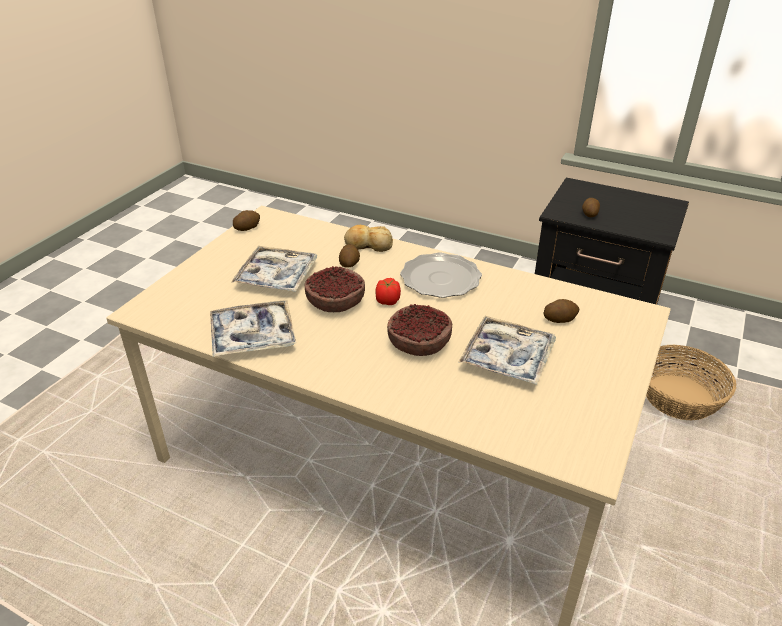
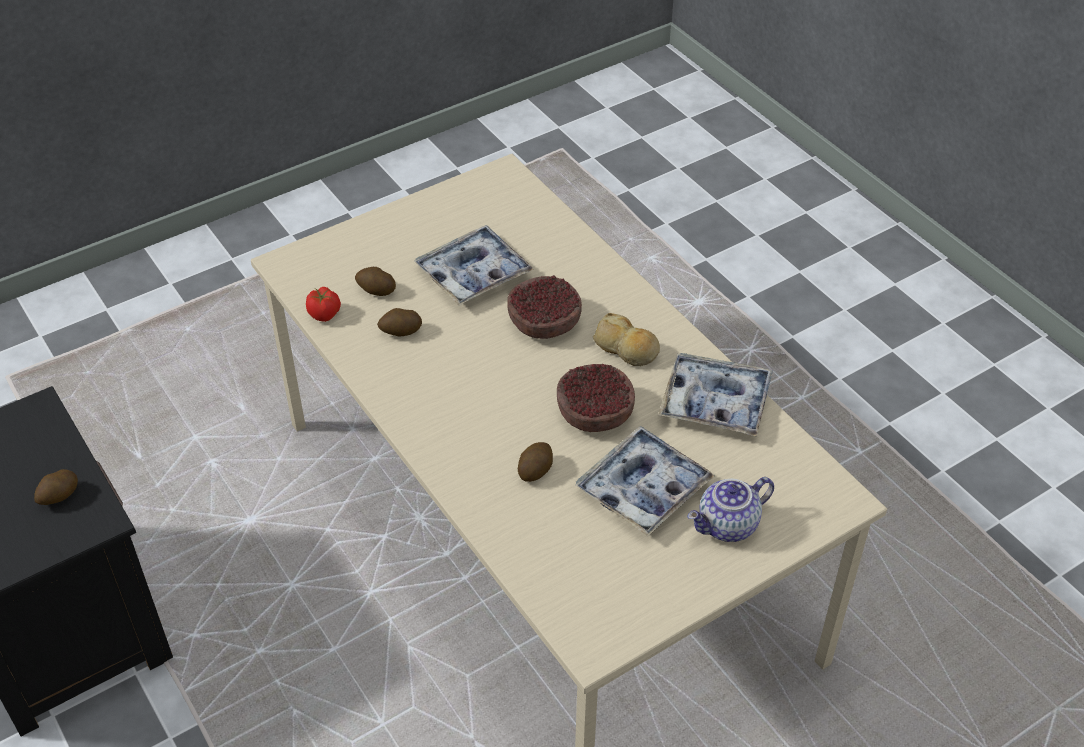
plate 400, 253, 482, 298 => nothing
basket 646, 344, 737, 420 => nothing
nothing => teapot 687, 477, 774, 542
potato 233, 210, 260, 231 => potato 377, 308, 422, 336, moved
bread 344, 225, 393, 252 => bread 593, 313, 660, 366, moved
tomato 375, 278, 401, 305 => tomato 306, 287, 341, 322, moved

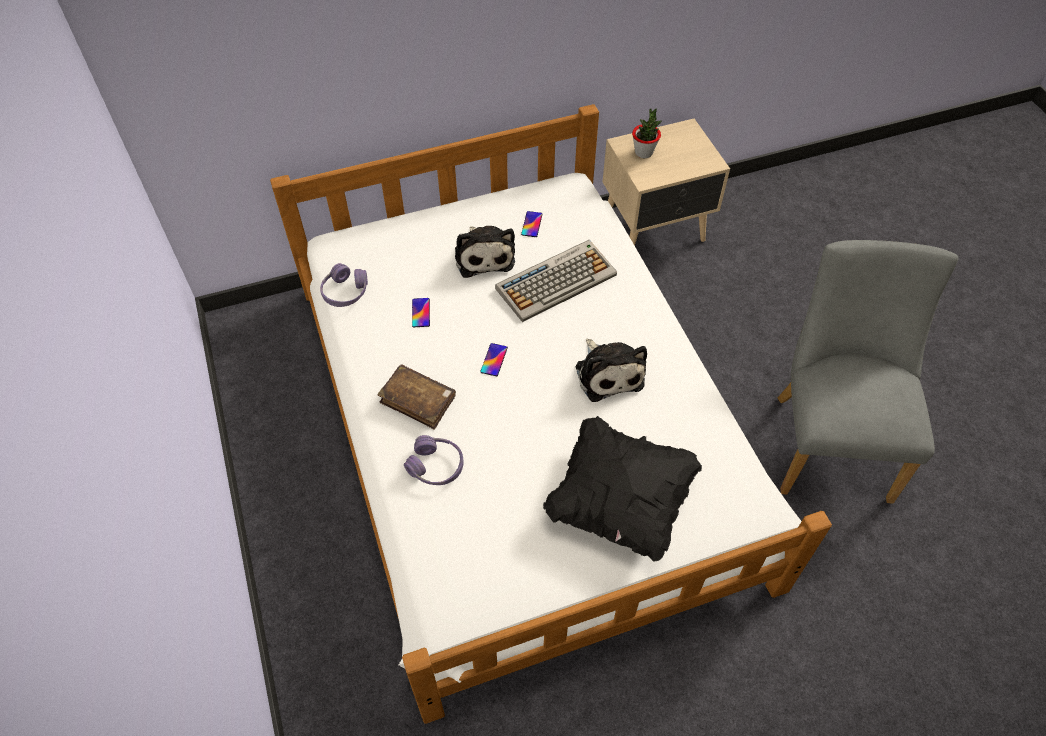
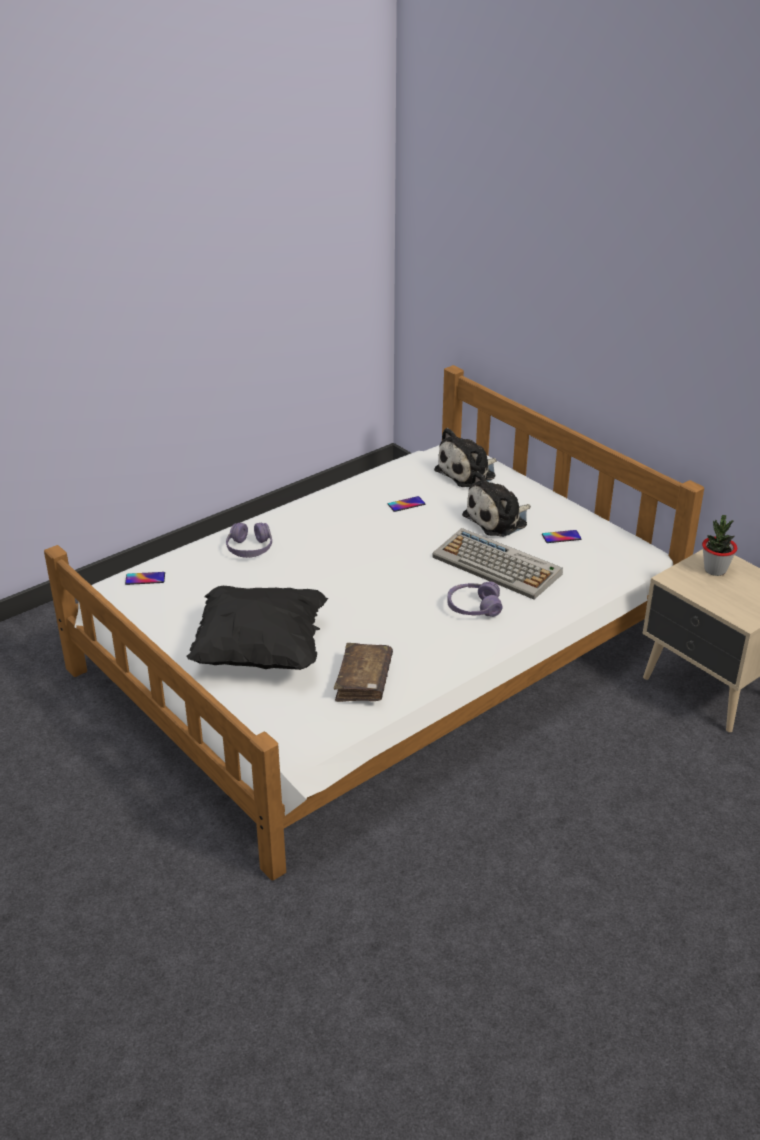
chair/grey 777, 240, 959, 504 => nothing
headphones/purple 320, 263, 368, 307 => headphones/purple 447, 582, 503, 617, moved
book/brown 378, 364, 456, 429 => book/brown 334, 643, 393, 702, moved
phone 480, 343, 508, 376 => phone 125, 572, 165, 585, moved
plush toy 575, 339, 647, 402 => plush toy 434, 428, 497, 487, moved

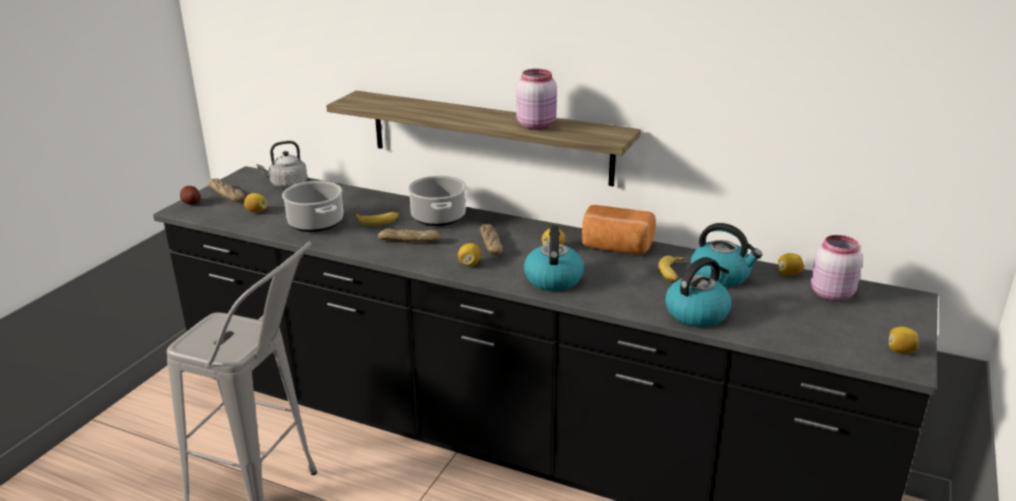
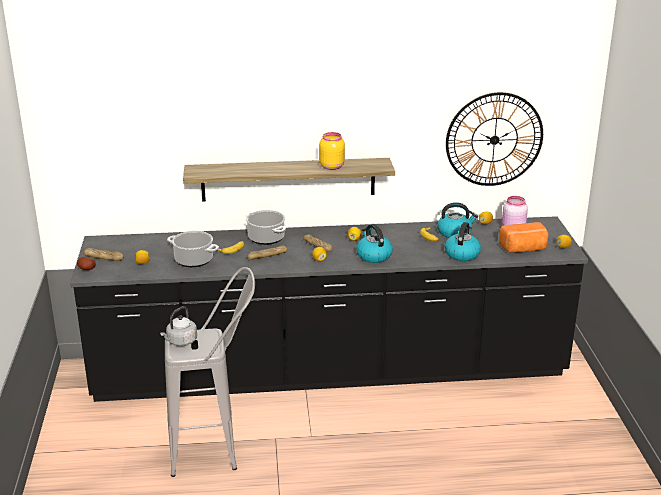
nothing => wall clock 446, 92, 543, 186
kettle/grey 256, 141, 307, 188 => kettle/grey 160, 306, 197, 346, moved
bread 582, 205, 656, 254 => bread 499, 222, 548, 253, moved
jar/pink 516, 69, 557, 130 => jar/yellow 319, 132, 345, 170

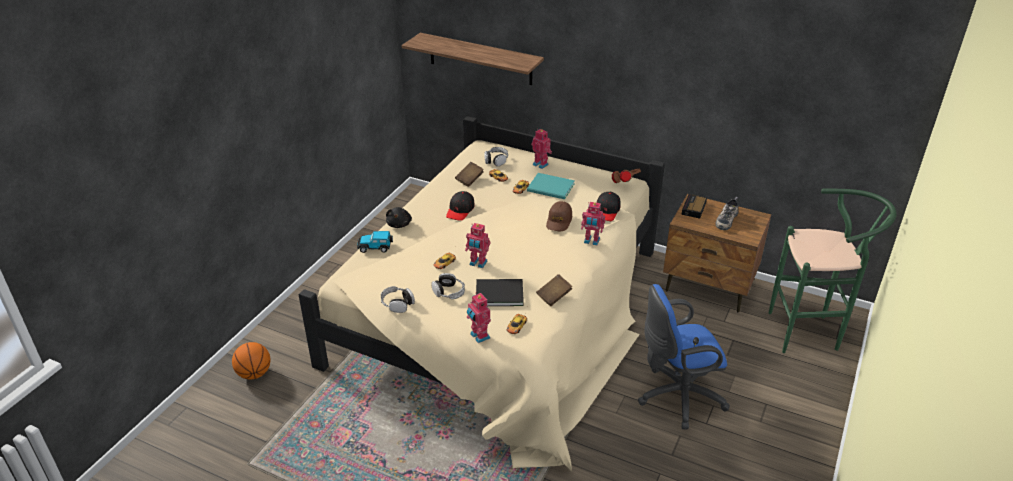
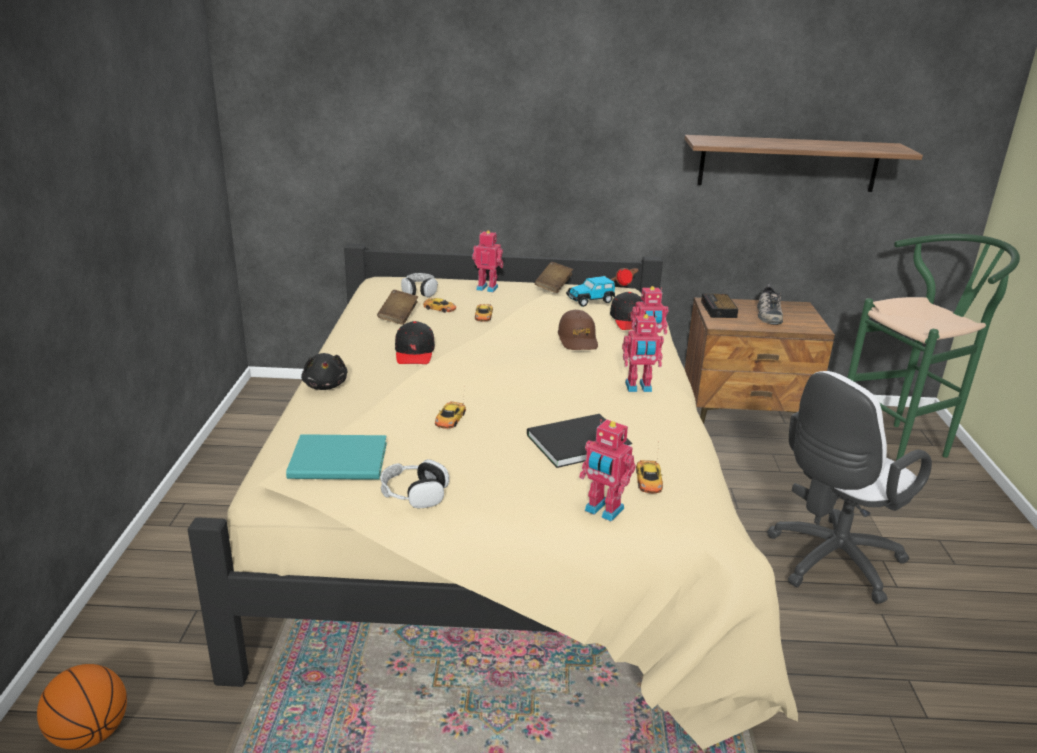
headphones 431, 273, 465, 299 => nothing
toy car 357, 231, 393, 253 => toy car 566, 276, 615, 307, moved
shelf 401, 33, 544, 85 => shelf 685, 135, 923, 192, moved
toy robot 465, 223, 490, 268 => toy robot 622, 314, 664, 392, moved
book/turquoise 527, 173, 575, 199 => book/turquoise 286, 434, 387, 480, moved
book/brown 536, 274, 572, 306 => book/brown 535, 262, 573, 293, moved
office chair/blue 638, 284, 730, 430 => office chair/white 767, 371, 932, 604

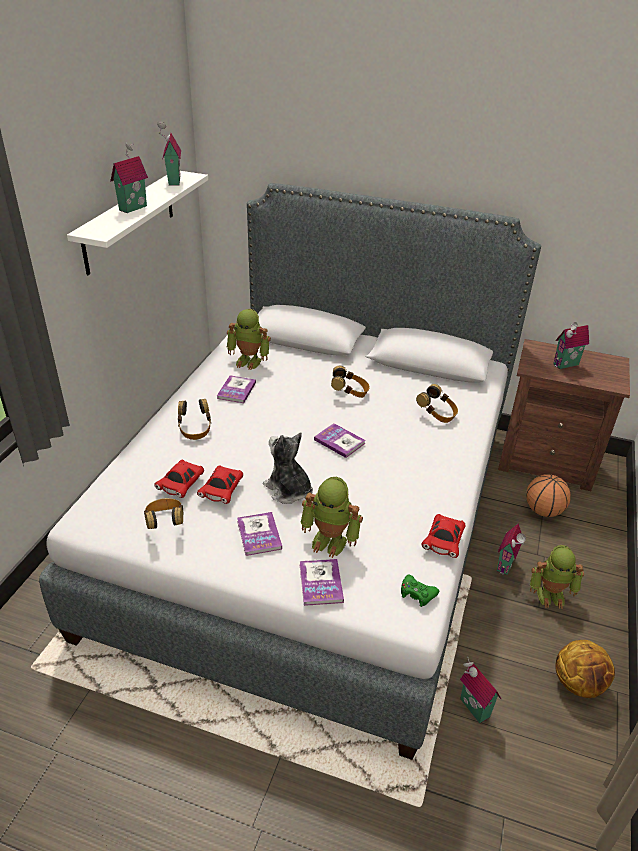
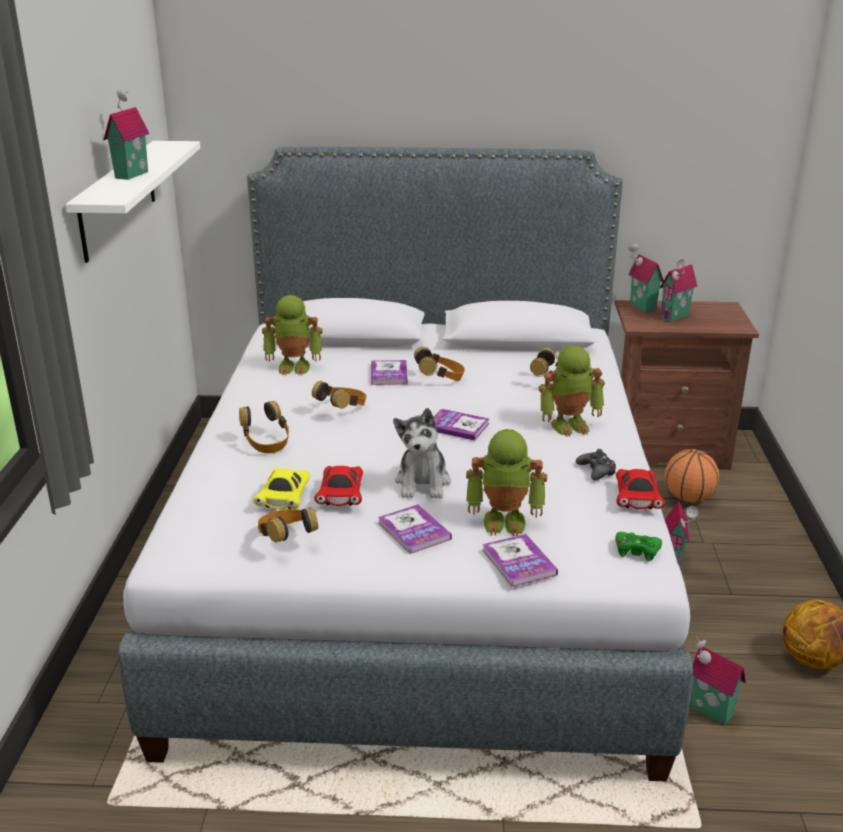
nothing => headphones 312, 381, 366, 409
nothing => game controller/black 576, 449, 616, 481
toy house 157, 121, 181, 186 => toy house 628, 244, 664, 312, moved
book 217, 375, 256, 403 => book 371, 360, 407, 385, moved
toy robot 530, 545, 584, 609 => toy robot 539, 346, 605, 437, moved
toy car/red 154, 460, 204, 498 => toy car/yellow 253, 468, 310, 509
plush toy 263, 432, 313, 504 => plush toy 393, 408, 451, 499, 120 degrees counterclockwise

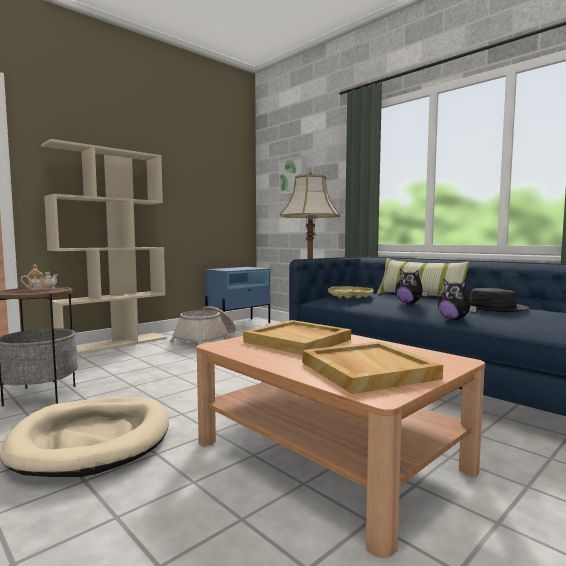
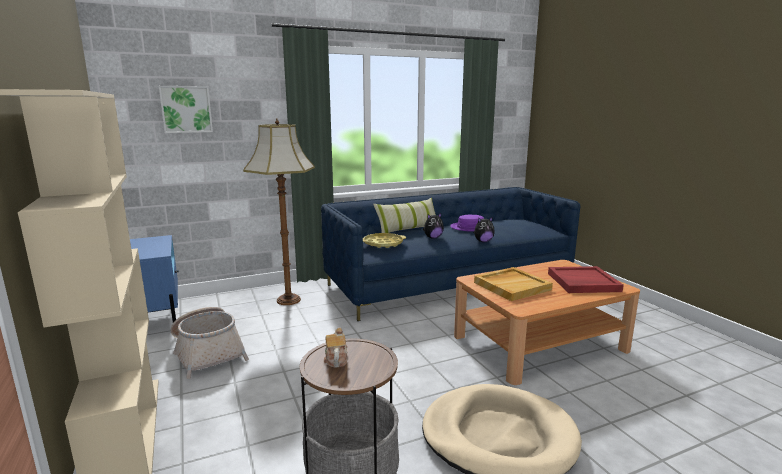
tray/beige 302, 341, 443, 394 => tray/red 548, 266, 624, 293
hat/black 470, 288, 529, 312 => hat/purple 450, 215, 484, 232

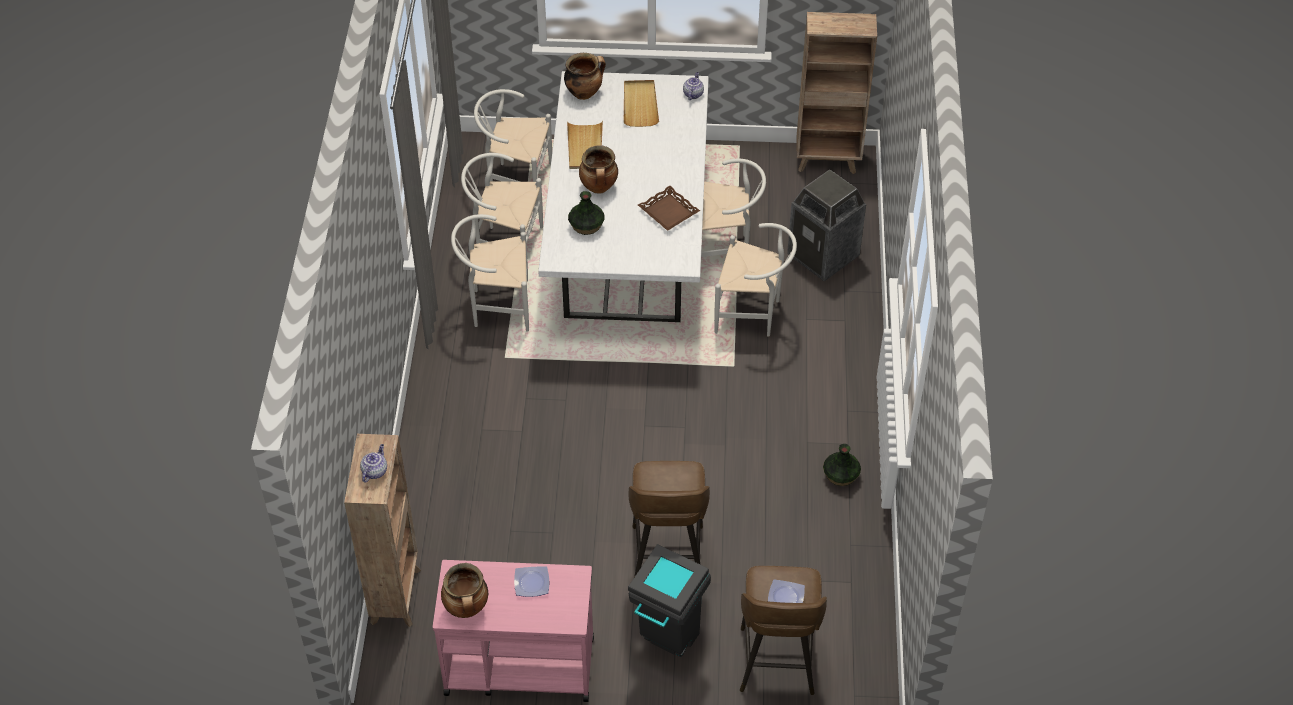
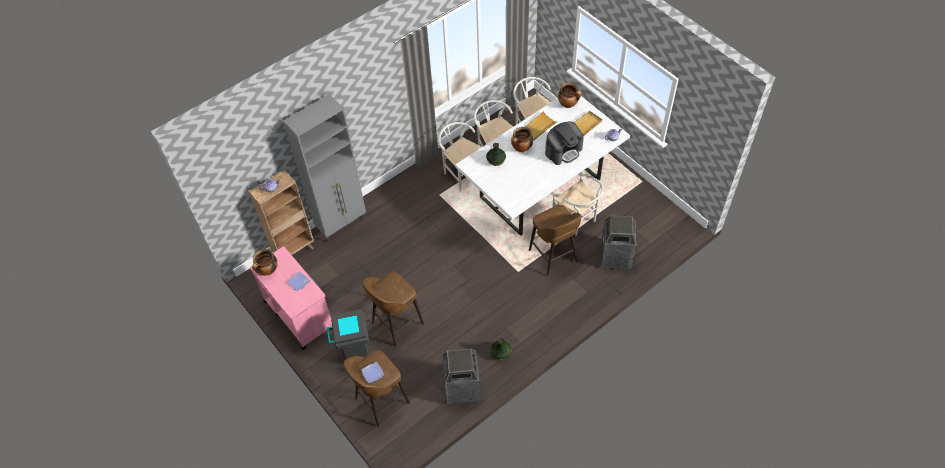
tray/brown 638, 186, 700, 231 => nothing
bookcase/brown 797, 12, 877, 174 => nothing
nothing => cabinet/grey 283, 94, 366, 242
nothing => trash can 443, 349, 480, 404
nothing => coffee machine 545, 121, 584, 165
chair/white 714, 223, 797, 337 => stool/brown 529, 205, 581, 276

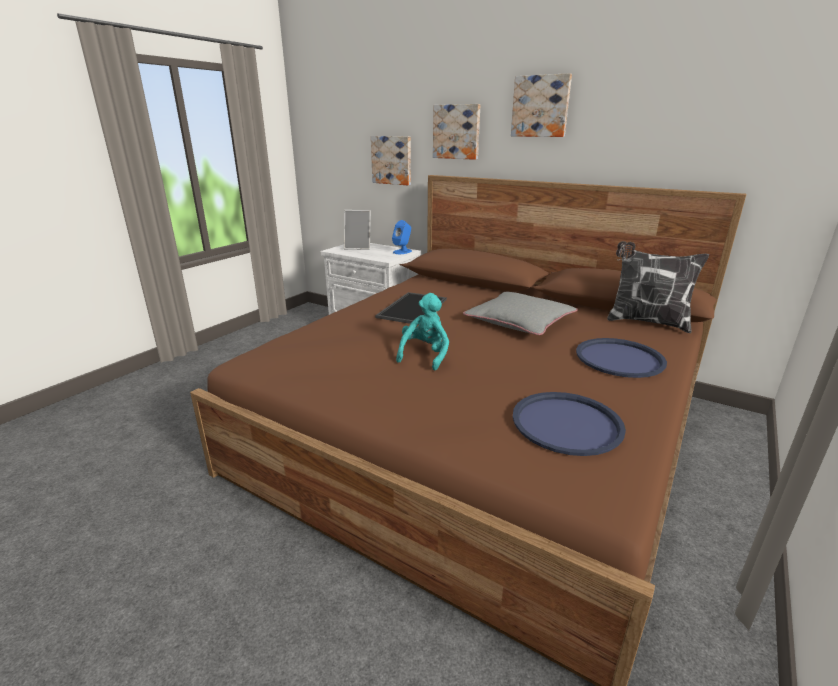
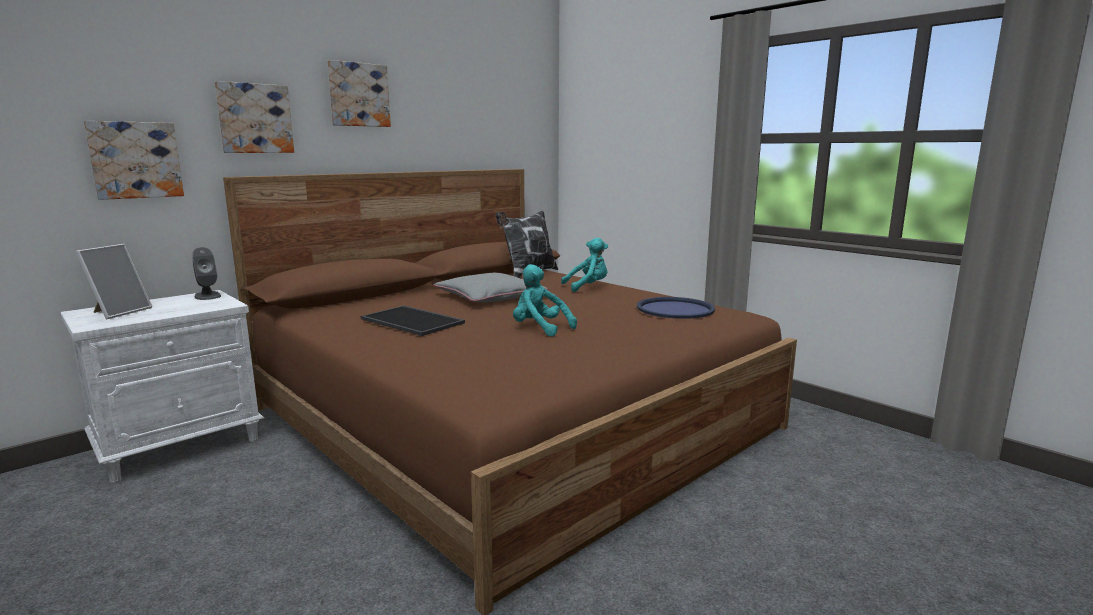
tray/blue 576, 338, 667, 378 => plush toy/turquoise 561, 238, 608, 292
speaker/blue 392, 220, 412, 254 => speaker/grey 192, 247, 221, 300

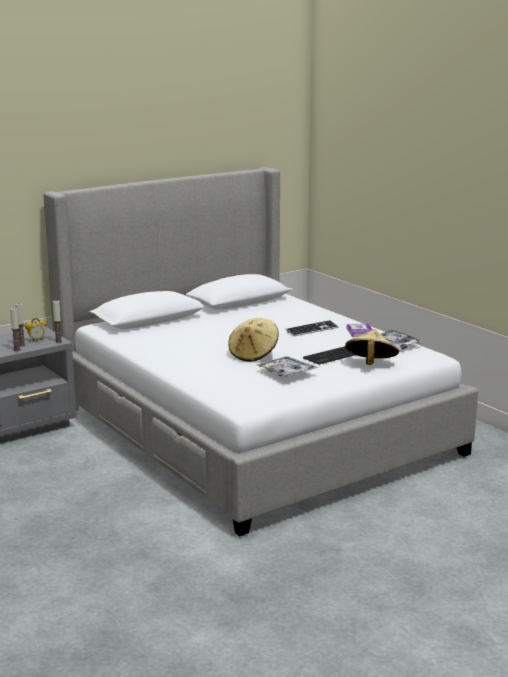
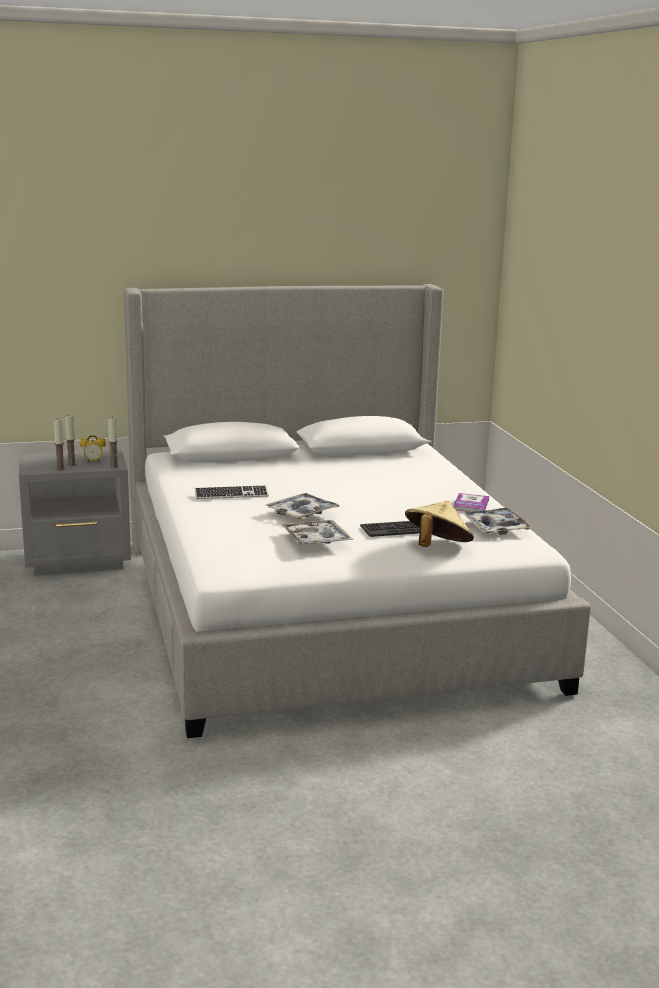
keyboard 286, 320, 339, 336 => keyboard 195, 485, 269, 499, moved
hat/beige 228, 318, 279, 362 => tray 265, 493, 340, 519

